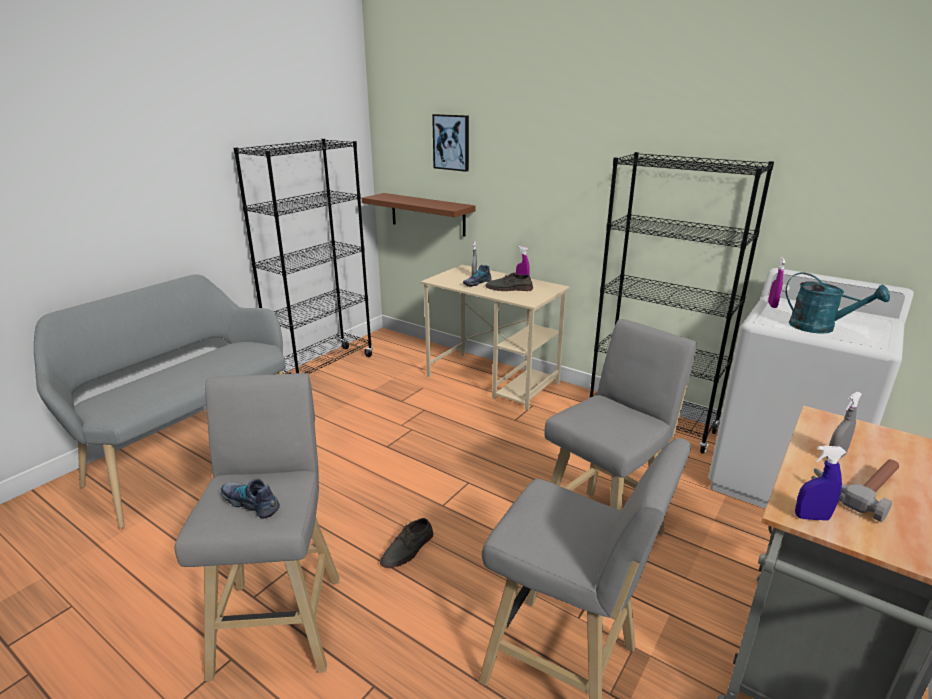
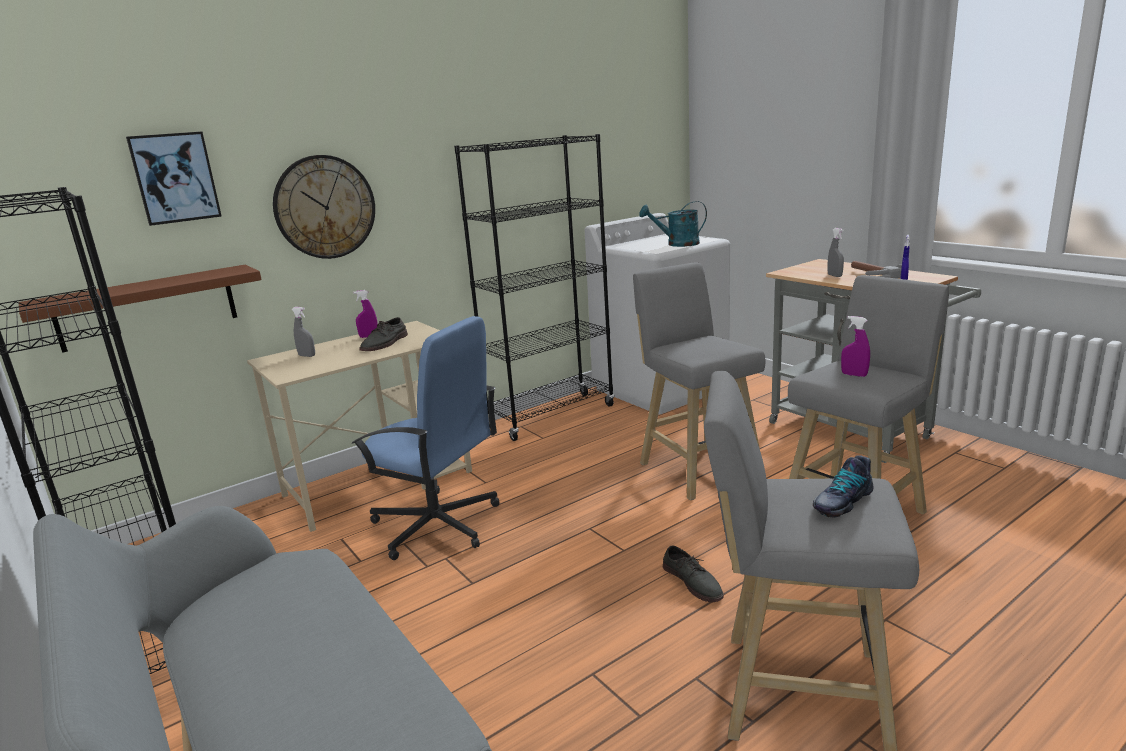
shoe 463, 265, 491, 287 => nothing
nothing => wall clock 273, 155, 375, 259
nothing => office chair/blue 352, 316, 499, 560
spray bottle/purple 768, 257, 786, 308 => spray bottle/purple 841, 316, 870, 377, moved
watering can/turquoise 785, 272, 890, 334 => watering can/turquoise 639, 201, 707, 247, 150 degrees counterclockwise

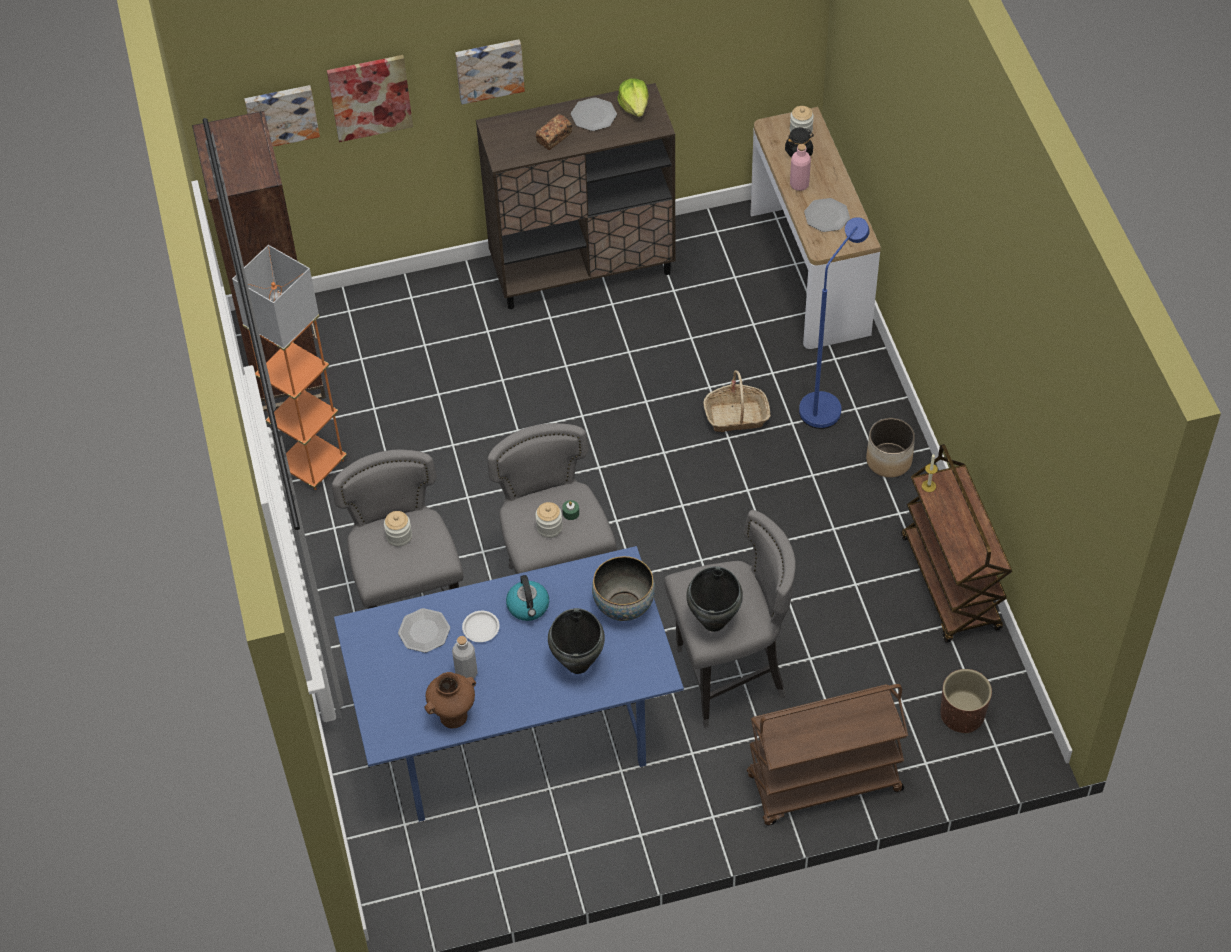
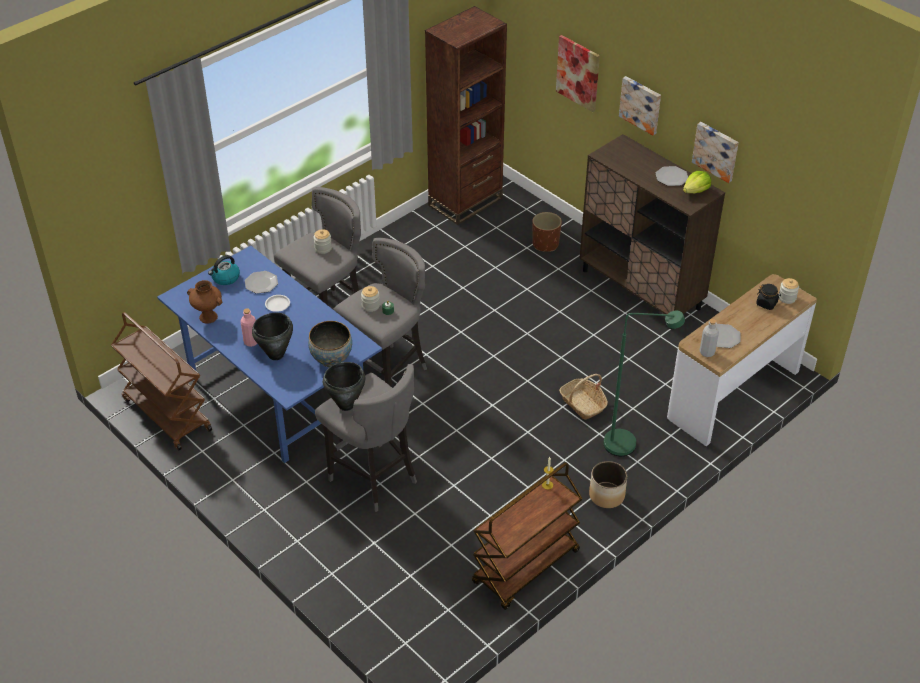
floor lamp/orange 232, 245, 347, 490 => nothing
bread 536, 114, 572, 150 => nothing
picture 244, 85, 320, 147 => picture 692, 122, 739, 183, moved
bottle/grey 452, 636, 478, 679 => bottle/grey 700, 319, 719, 357, moved
kettle 506, 575, 549, 621 => kettle 208, 255, 240, 285, moved
cart/brown 747, 684, 908, 825 => cart/brown 111, 312, 212, 451, moved
bottle/pink 790, 144, 811, 191 => bottle/pink 240, 309, 257, 347, moved
planter/brown 940, 669, 992, 734 => planter/brown 532, 212, 562, 252, moved
floor lamp/blue 799, 217, 870, 429 => floor lamp/green 604, 310, 685, 456

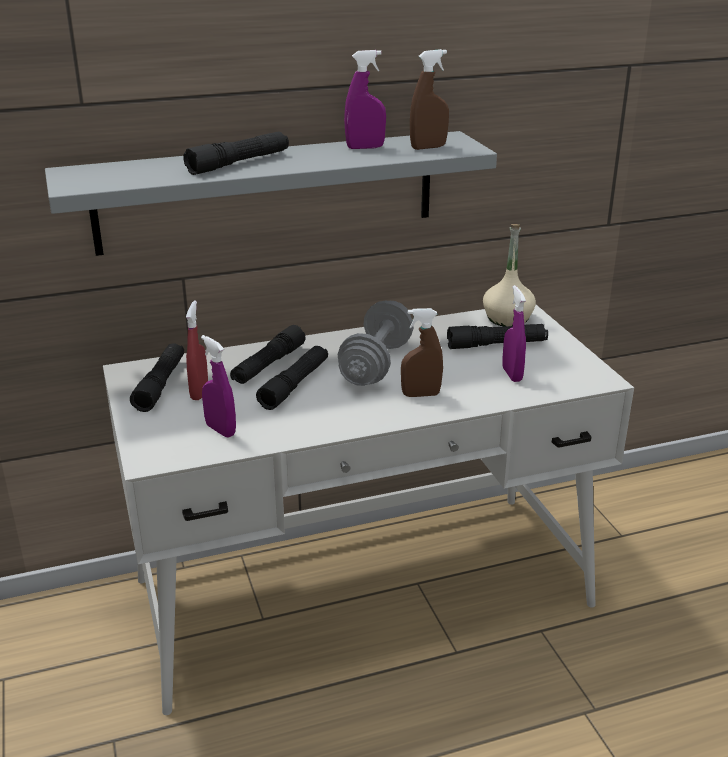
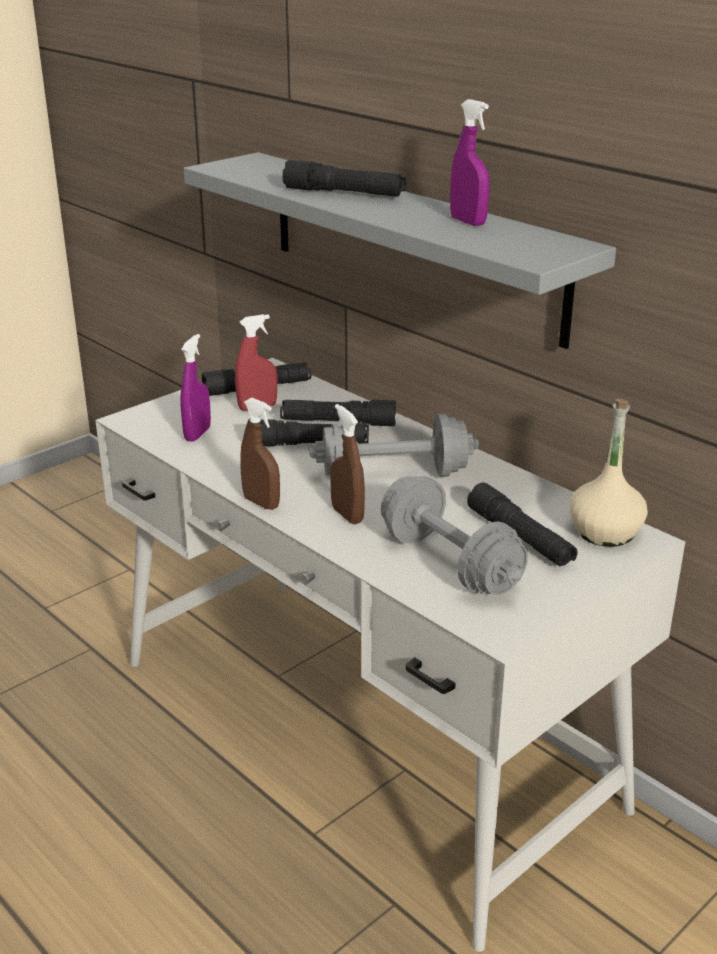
spray bottle/brown 410, 49, 449, 150 => spray bottle/brown 240, 398, 280, 510, moved
spray bottle/purple 502, 285, 526, 382 => dumbbell/grey 381, 476, 528, 595

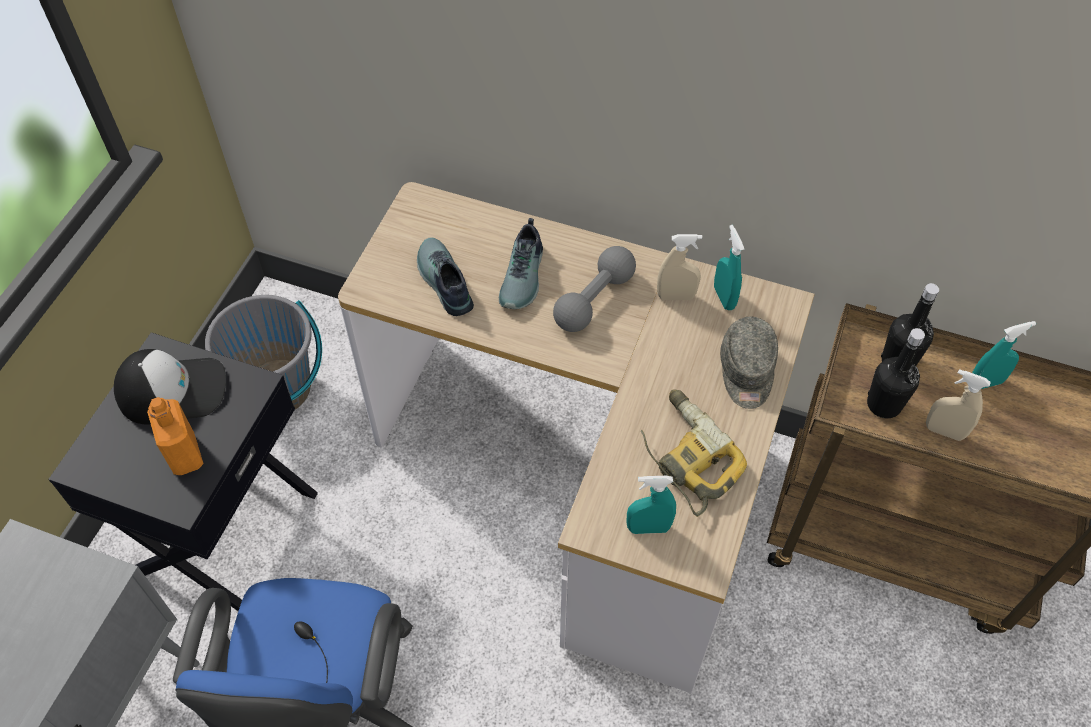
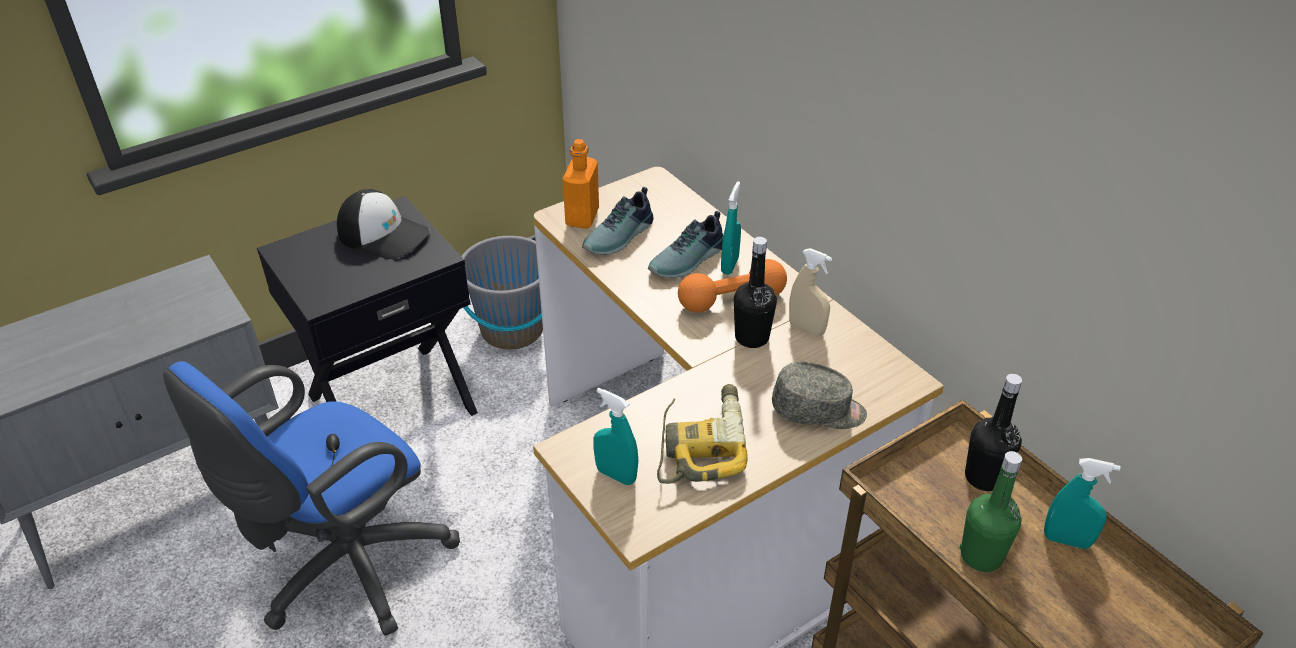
bottle/orange 147, 397, 204, 475 => bottle/orange 562, 139, 599, 228, moved
spray bottle/turquoise 714, 225, 744, 310 => spray bottle/turquoise 721, 181, 741, 275, moved
bottle/black 867, 328, 925, 419 => bottle/black 734, 237, 777, 348, moved
spray bottle/beige 926, 369, 991, 441 => bottle/green 960, 451, 1022, 572
dumbbell/grey 553, 246, 636, 332 => dumbbell/orange 678, 259, 787, 313
shoe 417, 237, 474, 316 => shoe 582, 187, 654, 255, 150 degrees counterclockwise
cap/grey 720, 316, 778, 409 => cap/grey 772, 362, 867, 429, 120 degrees counterclockwise

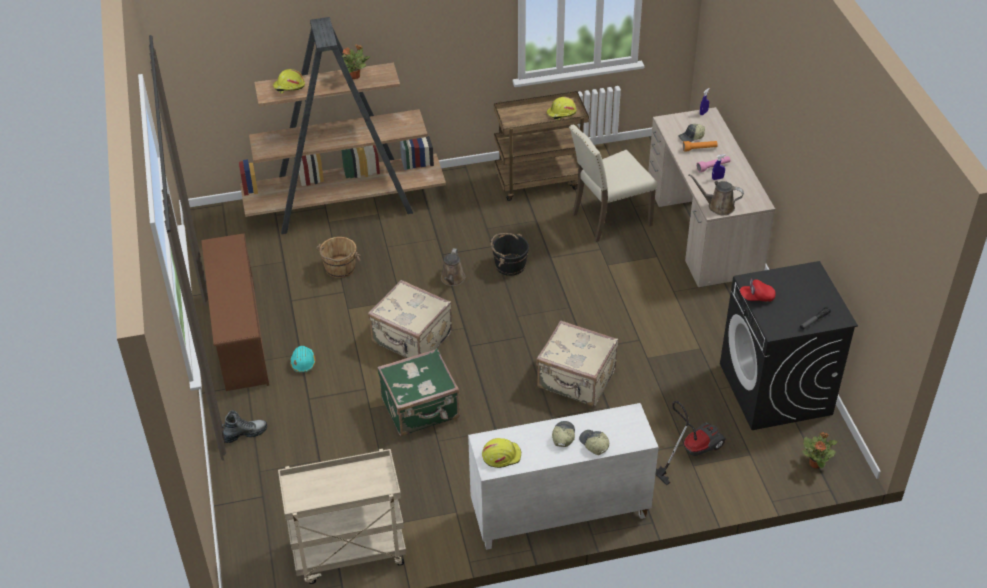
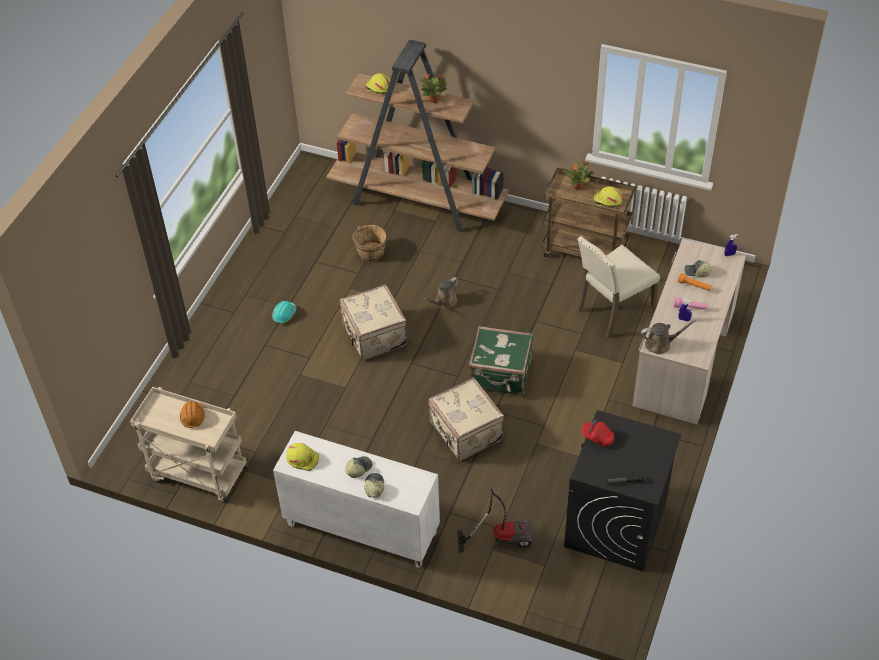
shoe rack/brown 201, 233, 269, 391 => nothing
boot 222, 410, 267, 443 => nothing
bucket/black 490, 233, 529, 276 => nothing
nothing => hard hat/orange 180, 401, 205, 428
suitcase/green 377, 349, 460, 436 => suitcase/green 469, 326, 533, 396, moved
potted plant 802, 432, 837, 469 => potted plant 564, 160, 594, 190, moved
chair/beige 569, 124, 657, 242 => chair/beige 577, 236, 660, 338, 45 degrees counterclockwise
watering can/brown 688, 174, 744, 215 => watering can/brown 641, 320, 696, 354, 120 degrees clockwise

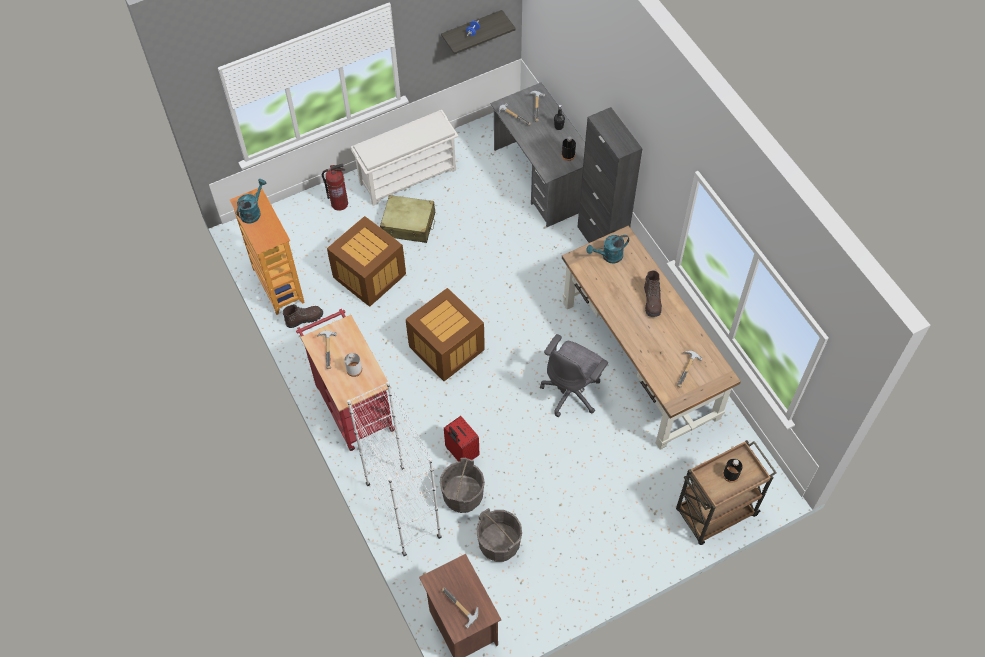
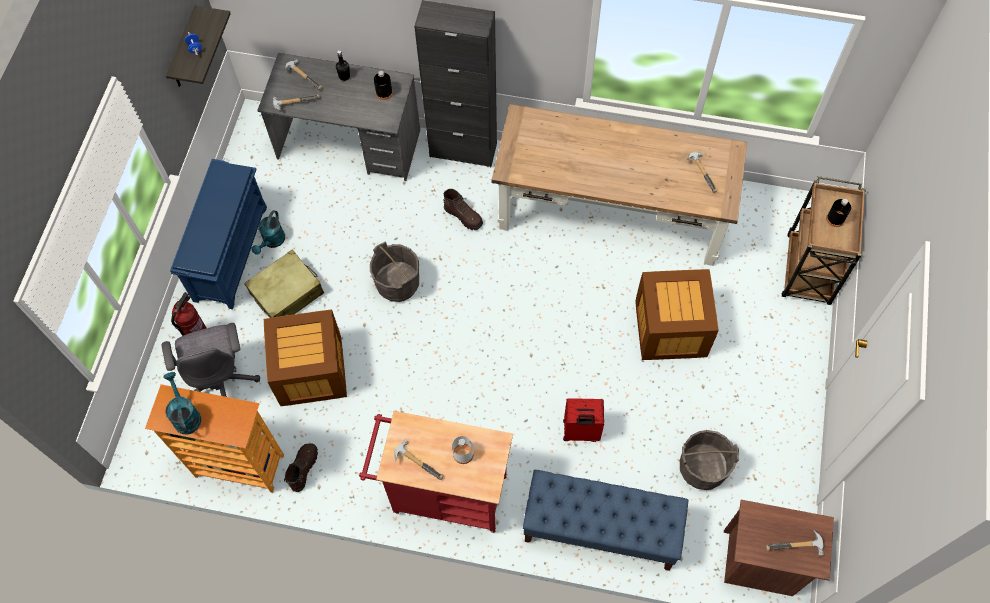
crate 406, 288, 485, 381 => crate 635, 269, 719, 360, moved
bucket/grey 440, 458, 485, 513 => bucket/grey 370, 241, 419, 302, moved
office chair/grey 540, 334, 608, 417 => office chair/grey 162, 323, 260, 397, moved
watering can/turquoise 586, 235, 629, 263 => watering can/turquoise 252, 210, 285, 255, moved
boot/brown 644, 270, 662, 317 => boot/brown 443, 189, 483, 230, moved
bookcase/white 347, 382, 442, 556 => bench/blue 523, 470, 688, 571
shoe rack/white 351, 110, 458, 206 => shoe rack/blue 170, 159, 267, 309

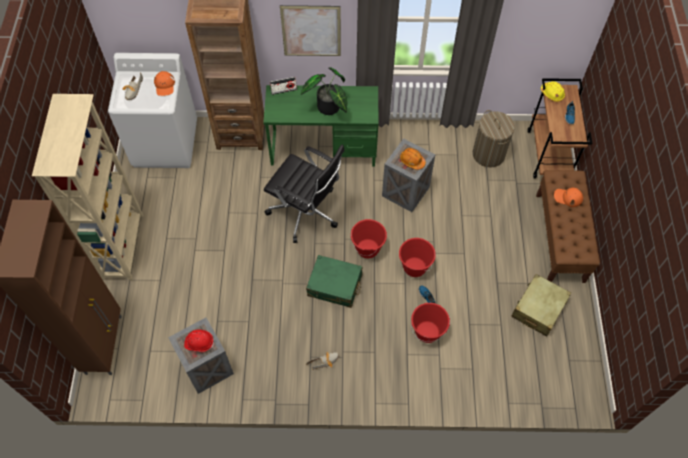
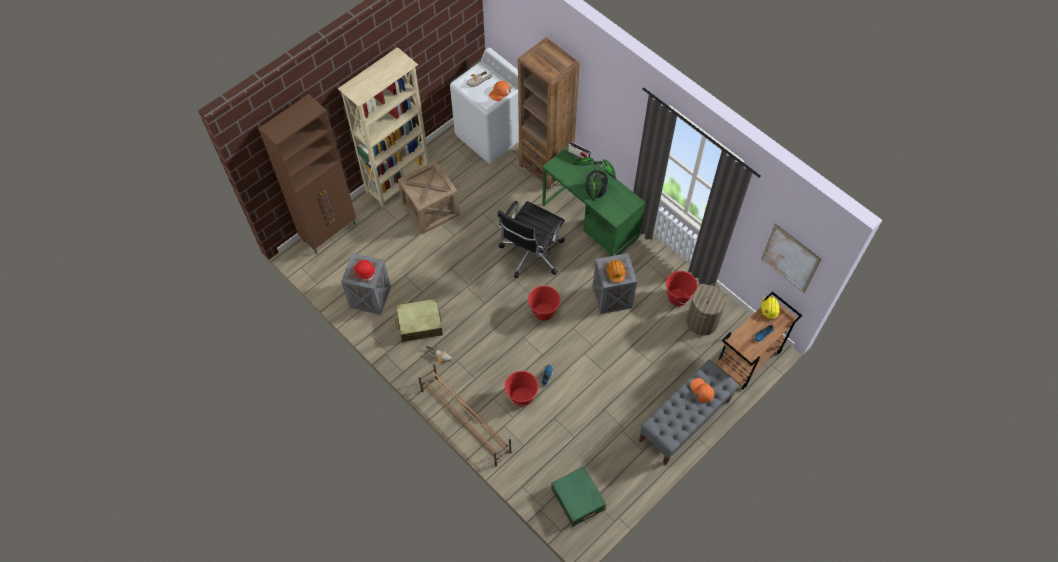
nothing => crate 398, 161, 460, 234
nothing => shoe rack/brown 418, 365, 512, 466
picture 280, 5, 341, 56 => picture 761, 224, 822, 293, moved
suitcase/green 306, 255, 363, 308 => suitcase/green 551, 466, 606, 527, moved
bucket/red 399, 238, 436, 277 => bucket/red 666, 271, 698, 306, moved
suitcase/beige 511, 274, 571, 336 => suitcase/beige 395, 298, 443, 342, moved
bench/brown 536, 170, 600, 283 => bench/grey 639, 360, 739, 465
office chair/black 264, 145, 345, 243 => office chair/black 498, 201, 565, 278, 45 degrees clockwise

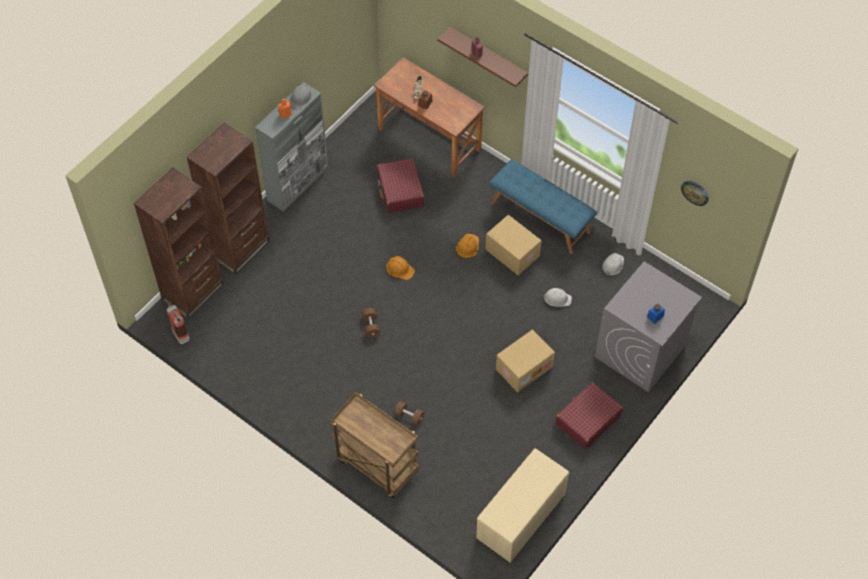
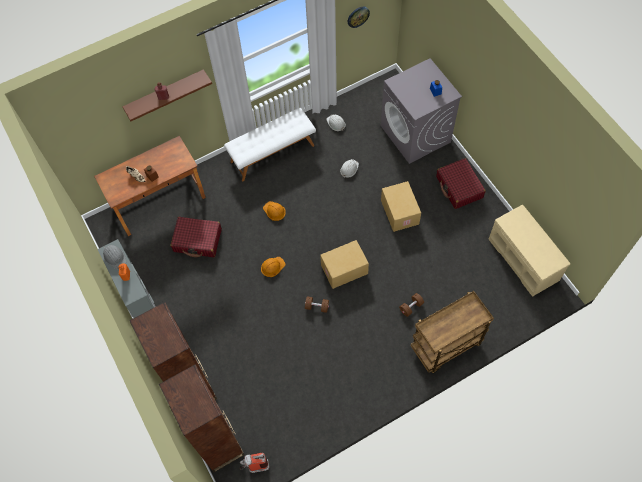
cardboard box 485, 215, 542, 275 => cardboard box 320, 240, 369, 289, moved
bench/blue 489, 159, 597, 254 => bench/white 224, 108, 316, 181

